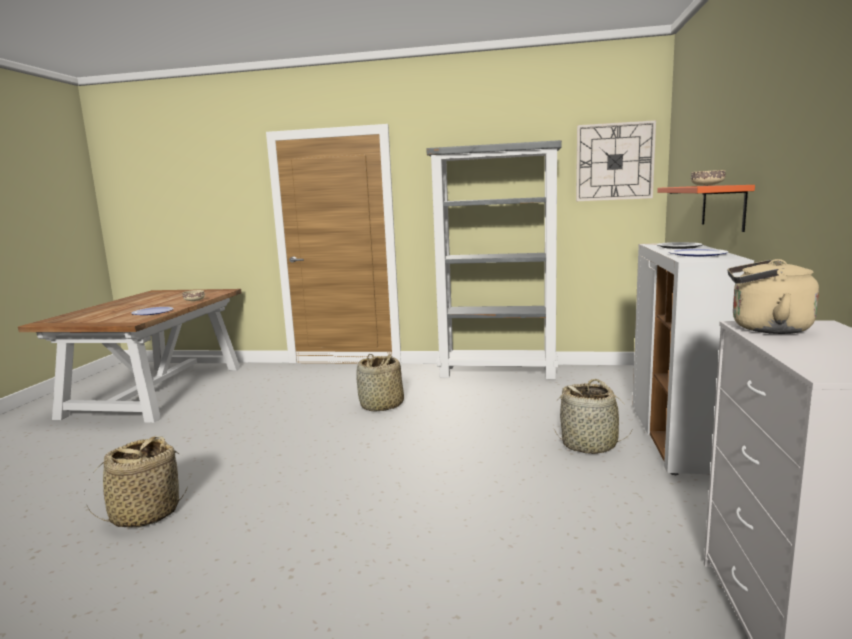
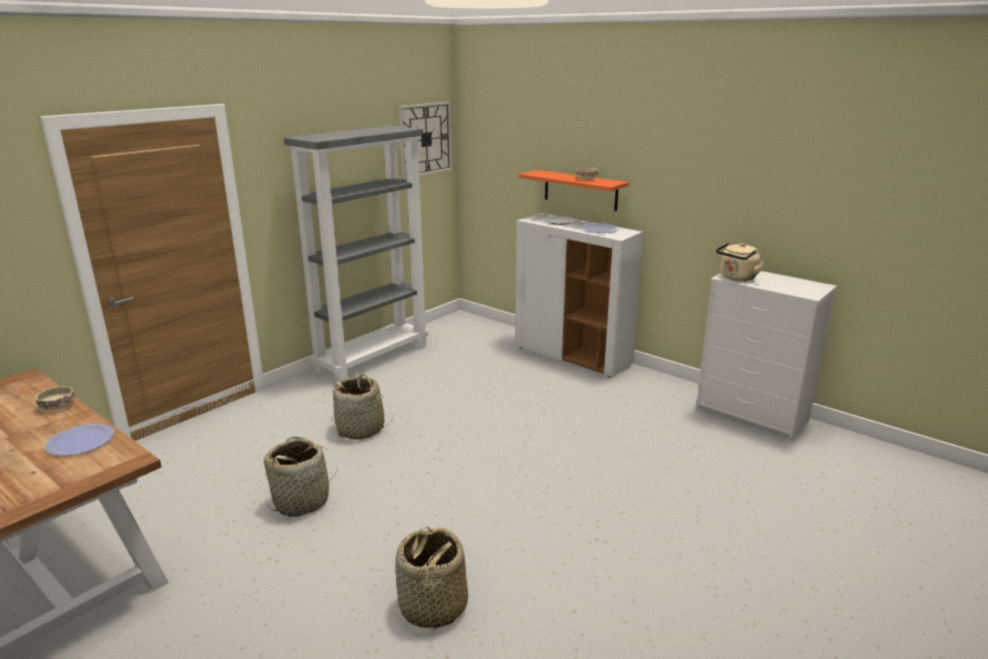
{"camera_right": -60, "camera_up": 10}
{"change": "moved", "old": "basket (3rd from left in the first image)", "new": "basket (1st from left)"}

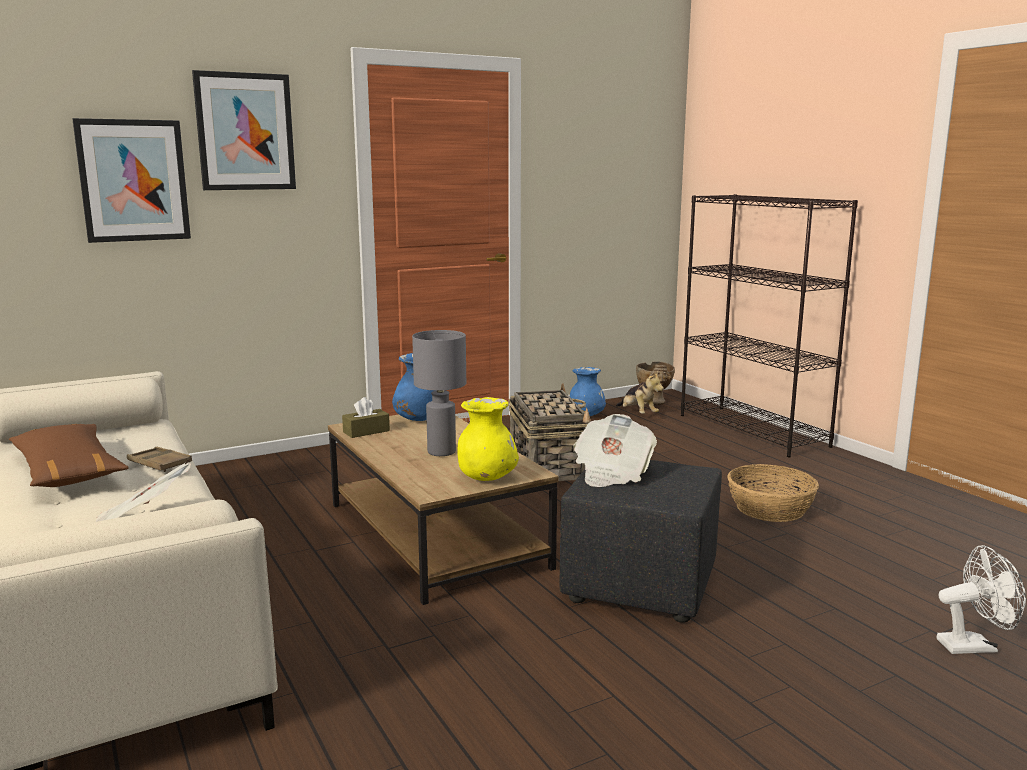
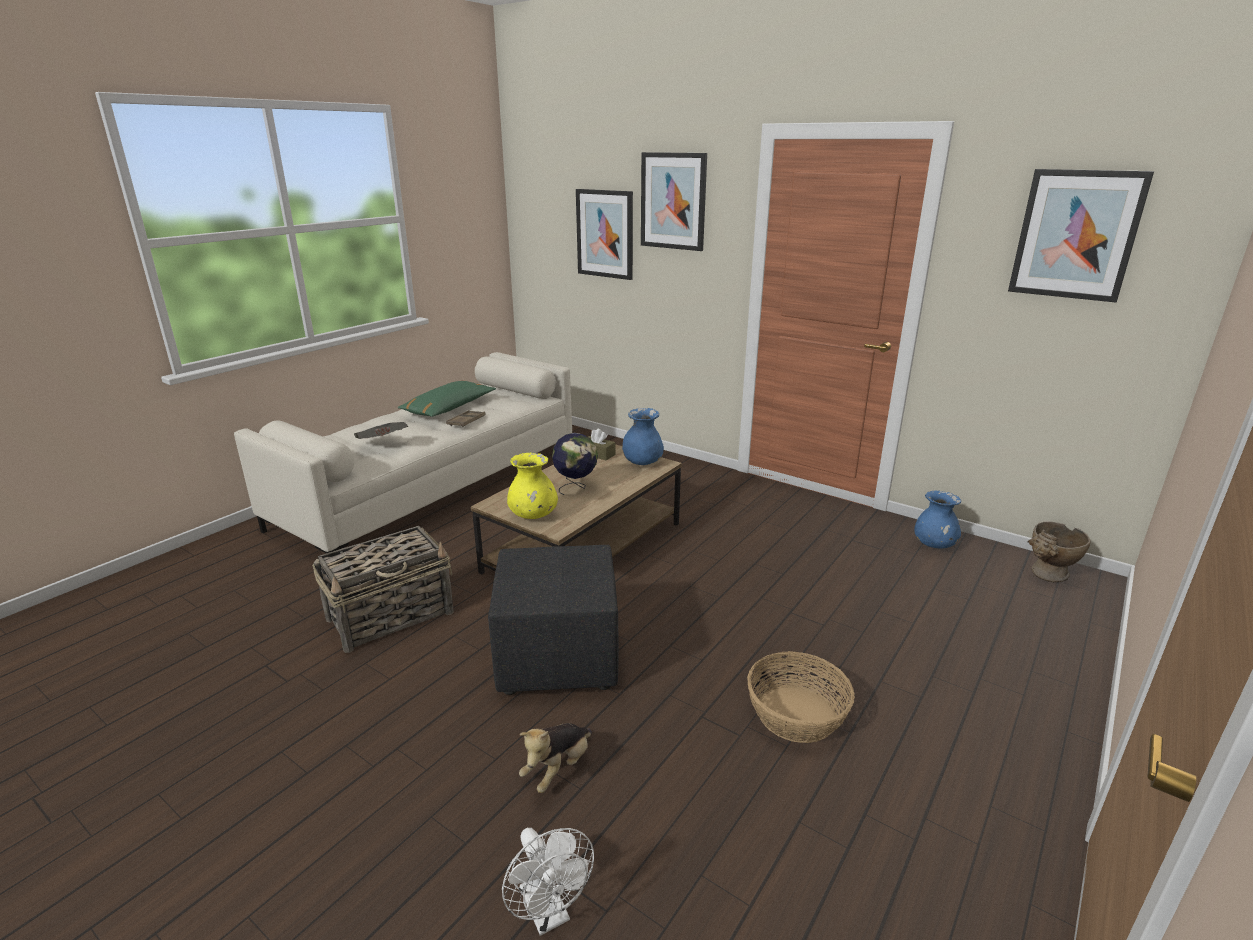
{"camera_right": 65, "camera_up": 10}
{"change": "removed", "old": "bookshelf (black-coloured)"}
{"change": "replaced", "old": "tabletop lamp (greyish)", "new": "world globe"}
{"change": "moved", "old": "plush toy"}
{"change": "moved", "old": "basket (1st from left)"}
{"change": "removed", "old": "printed paper (2nd from left)"}
{"change": "recoloured", "old": "throw pillow (brown)", "new": "throw pillow (green)"}
{"change": "added", "new": "picture (3rd from left)"}

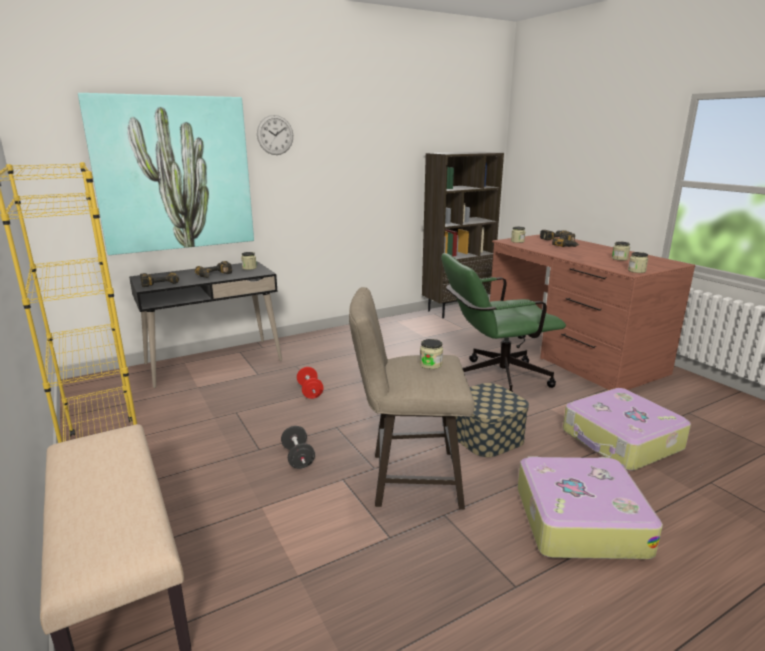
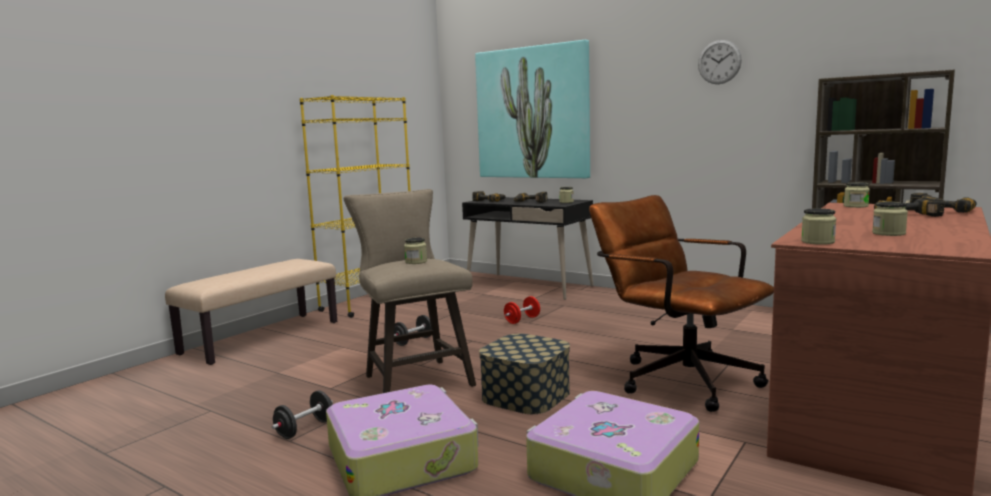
{"camera_right": 65, "camera_up": -10}
{"change": "moved", "old": "wall clock"}
{"change": "recoloured", "old": "computer chair (green)", "new": "computer chair (brown)"}
{"change": "added", "new": "free weight (black-coloured) (1st from left)"}

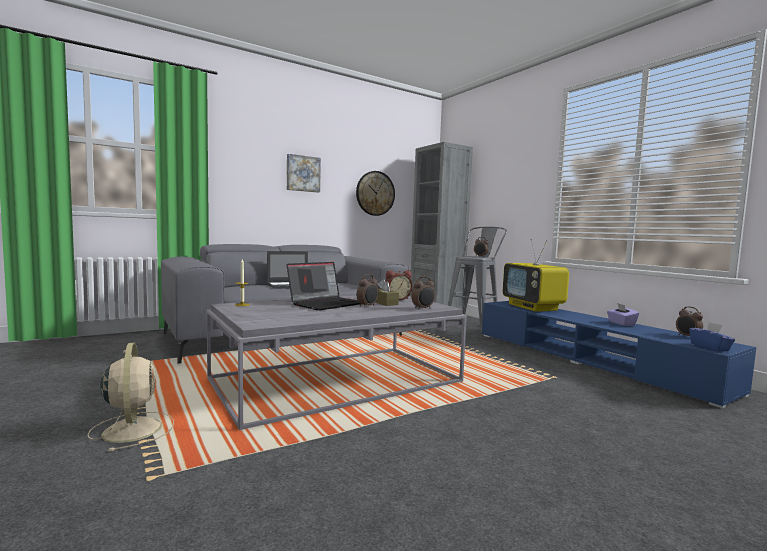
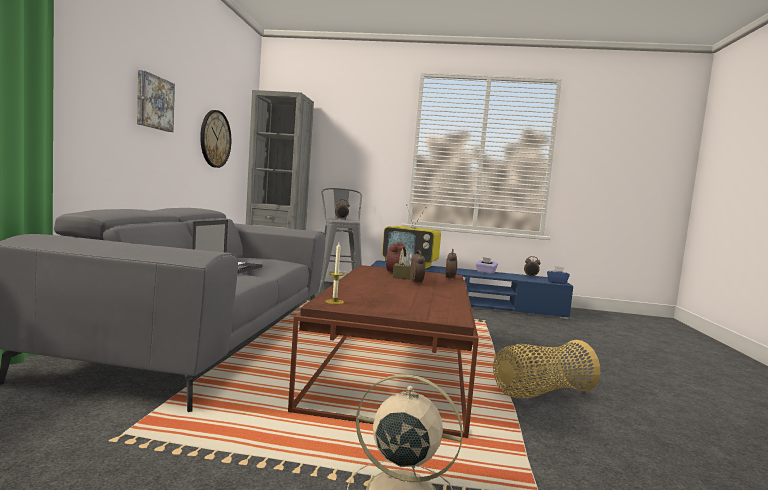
{"camera_right": -50, "camera_up": 0}
{"change": "removed", "old": "laptop (2nd from left)"}
{"change": "recoloured", "old": "coffee table (greyish)", "new": "coffee table (brown)"}
{"change": "added", "new": "basket"}

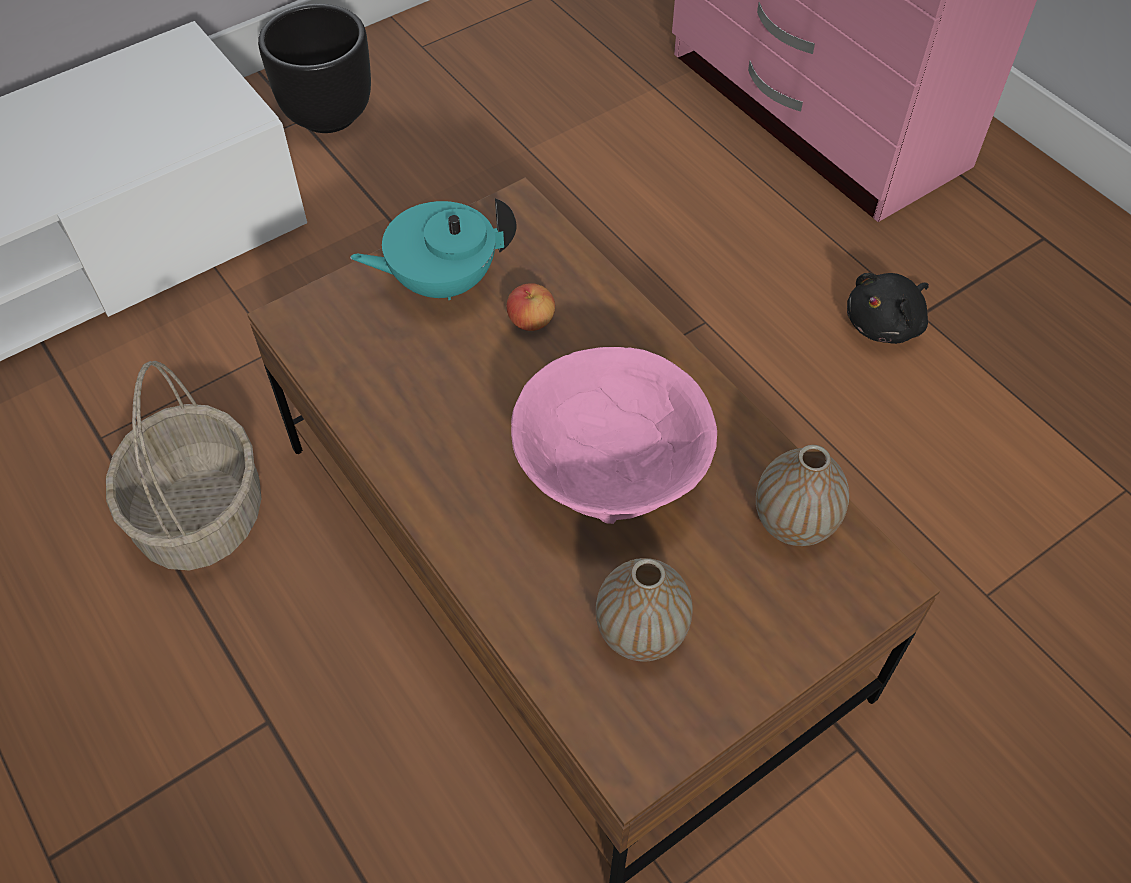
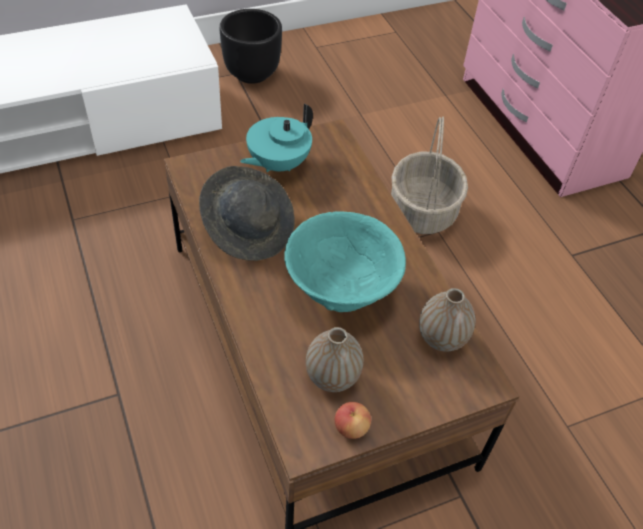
{"camera_right": 10, "camera_up": -5}
{"change": "turned", "old": "teapot (turquoise)", "degrees": -45}
{"change": "removed", "old": "plush toy (black-coloured)"}
{"change": "moved", "old": "apple"}
{"change": "recoloured", "old": "deep dish (pink-coloured)", "new": "deep dish (turquoise)"}
{"change": "moved", "old": "basket"}
{"change": "added", "new": "clothing hat (greyish)"}

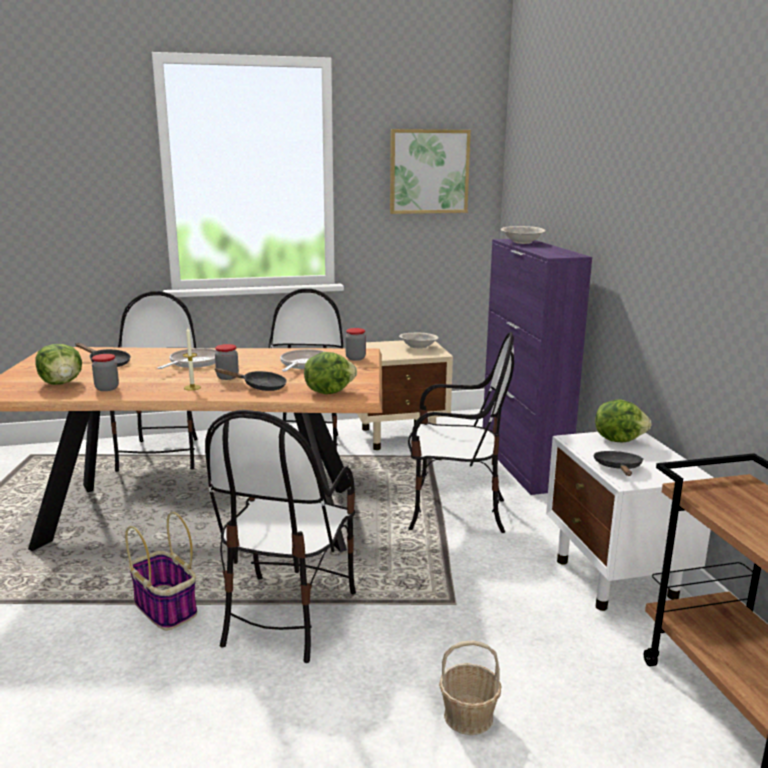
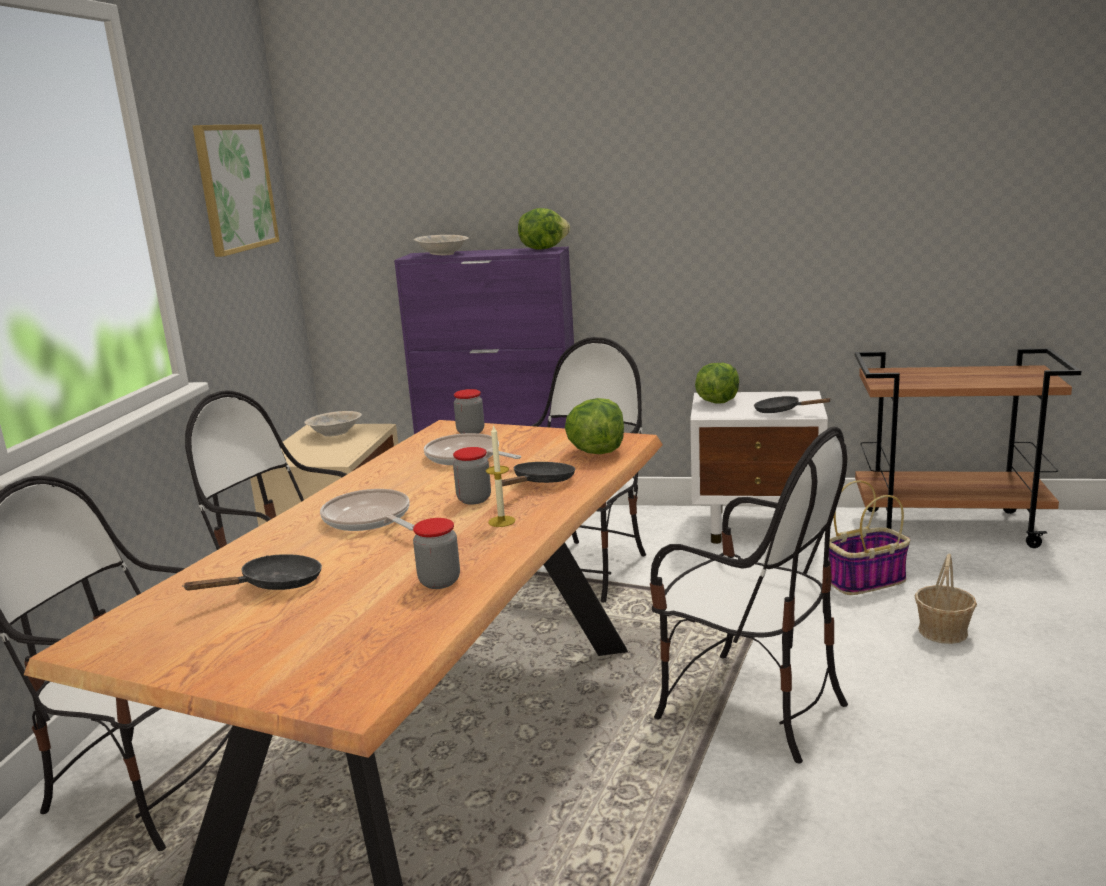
{"camera_right": -65, "camera_up": 0}
{"change": "moved", "old": "lettuce head (1st from left)"}
{"change": "moved", "old": "basket (1st from left)"}

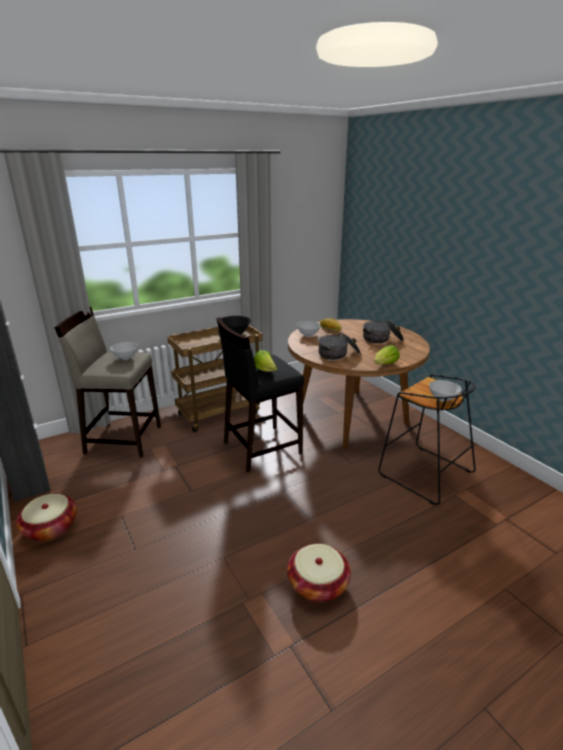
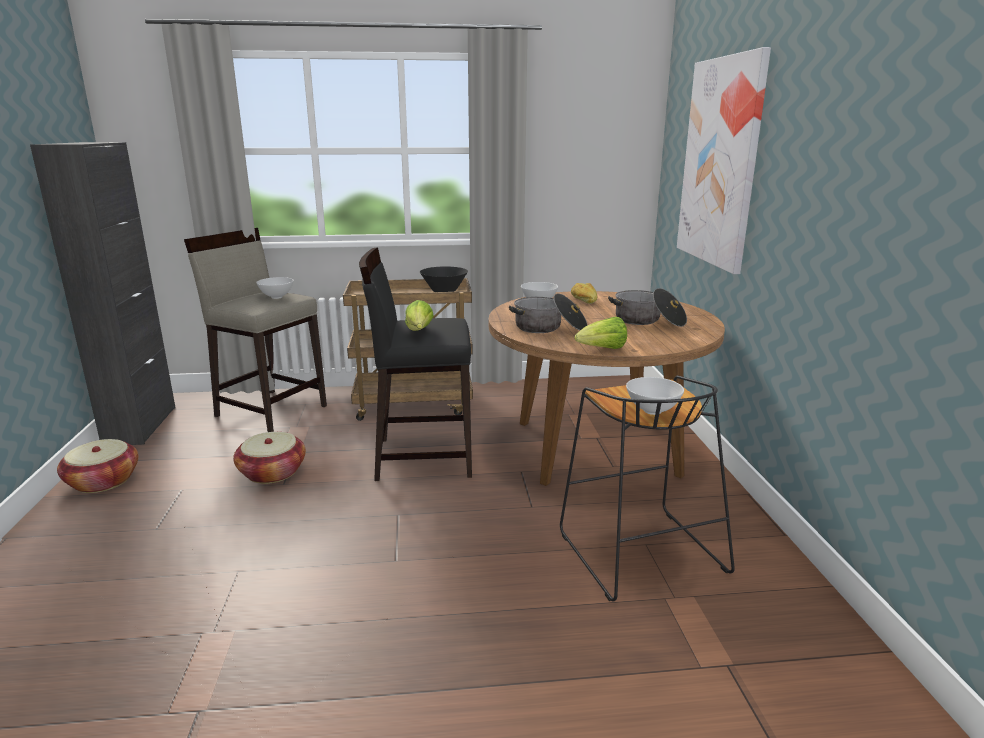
{"camera_right": 25, "camera_up": -5}
{"change": "moved", "old": "basket (2nd from left)"}
{"change": "added", "new": "picture"}

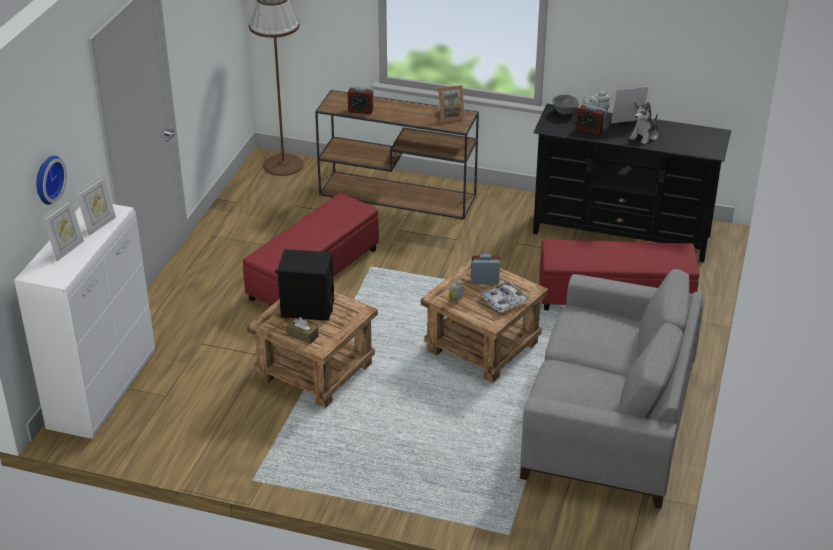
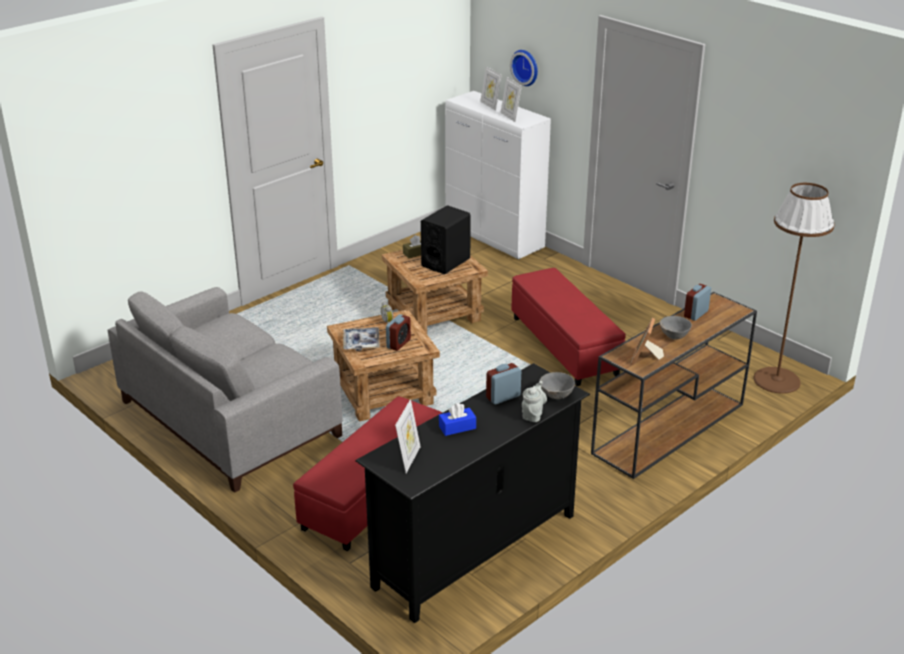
{"camera_right": 120, "camera_up": -5}
{"change": "moved", "old": "standing frame (4th from left in the first image)", "new": "standing frame (1st from left)"}
{"change": "replaced", "old": "plush toy", "new": "tissue holder (blue)"}
{"change": "added", "new": "deep dish (greyish) (2nd from left)"}

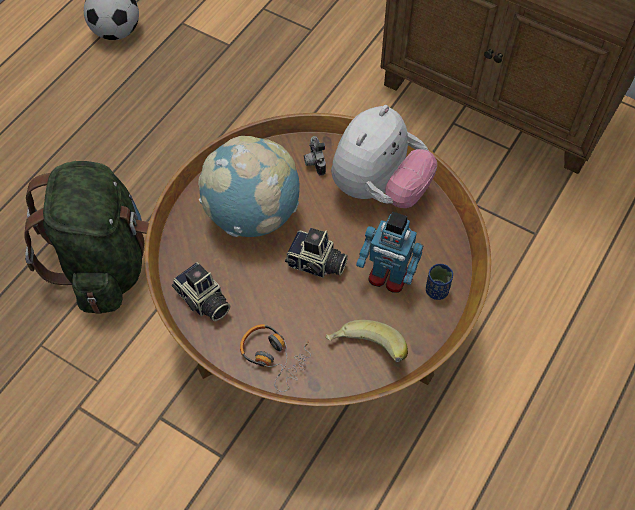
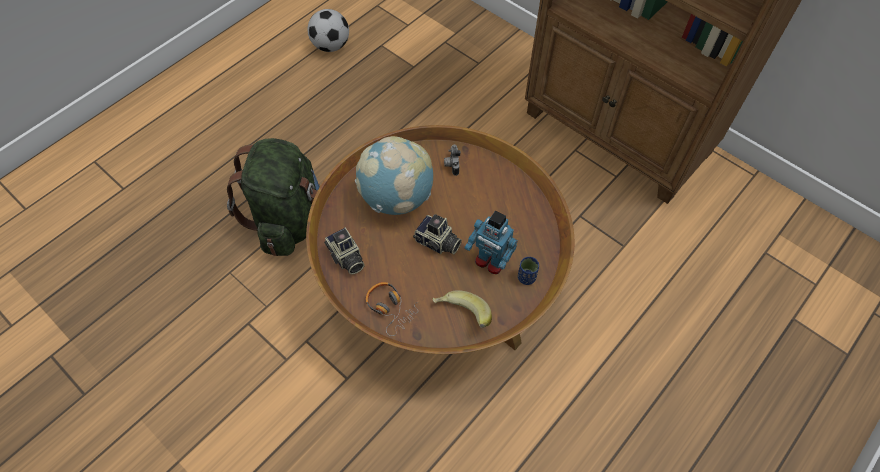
{"camera_right": 10, "camera_up": 0}
{"change": "removed", "old": "plush toy"}

